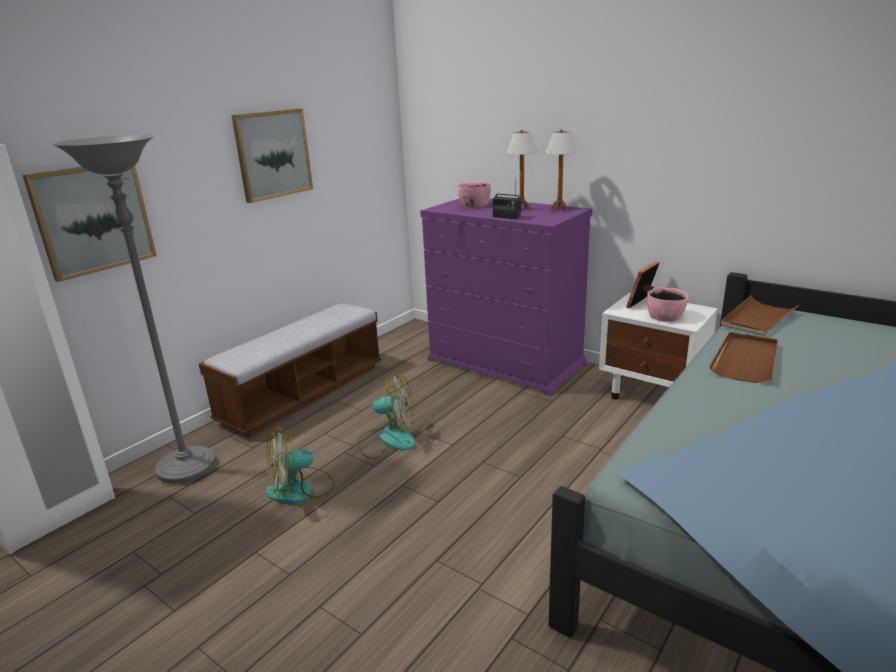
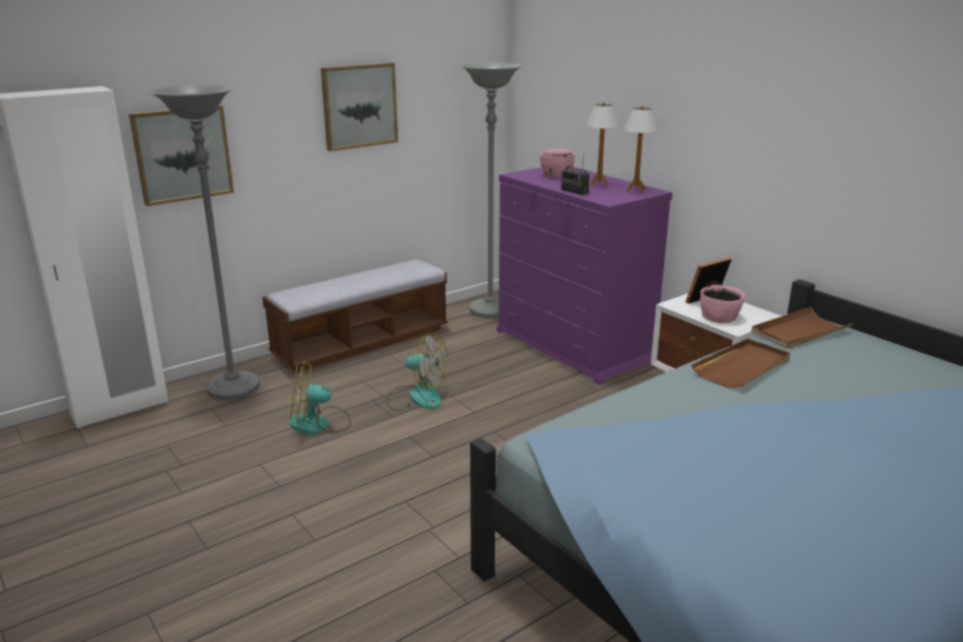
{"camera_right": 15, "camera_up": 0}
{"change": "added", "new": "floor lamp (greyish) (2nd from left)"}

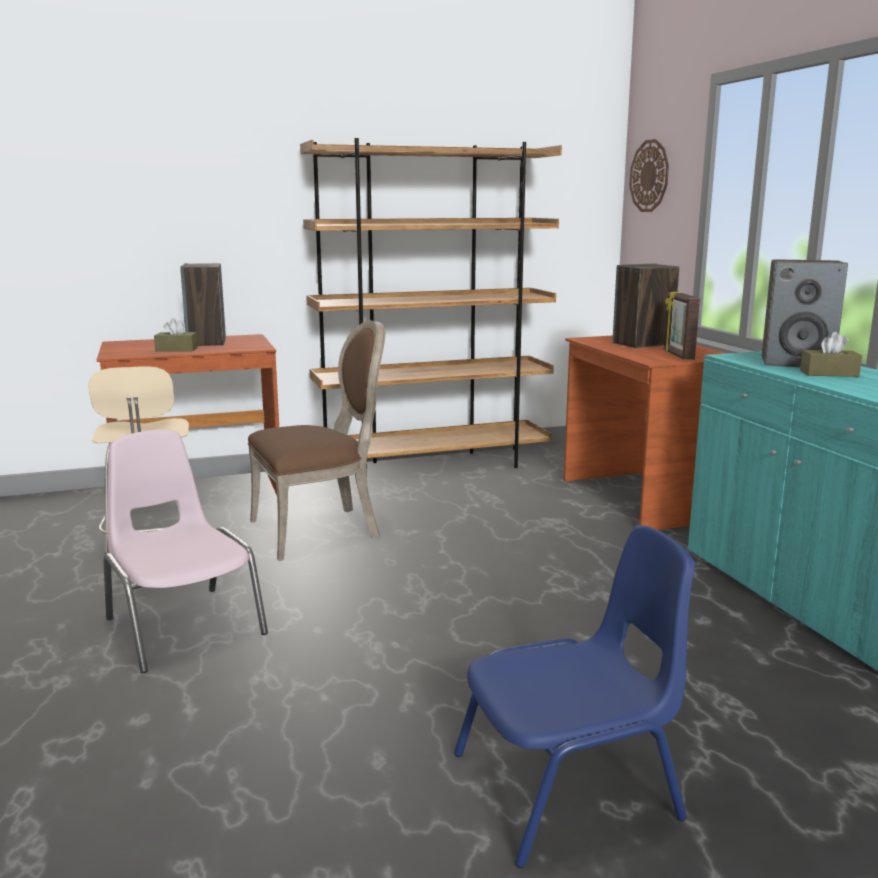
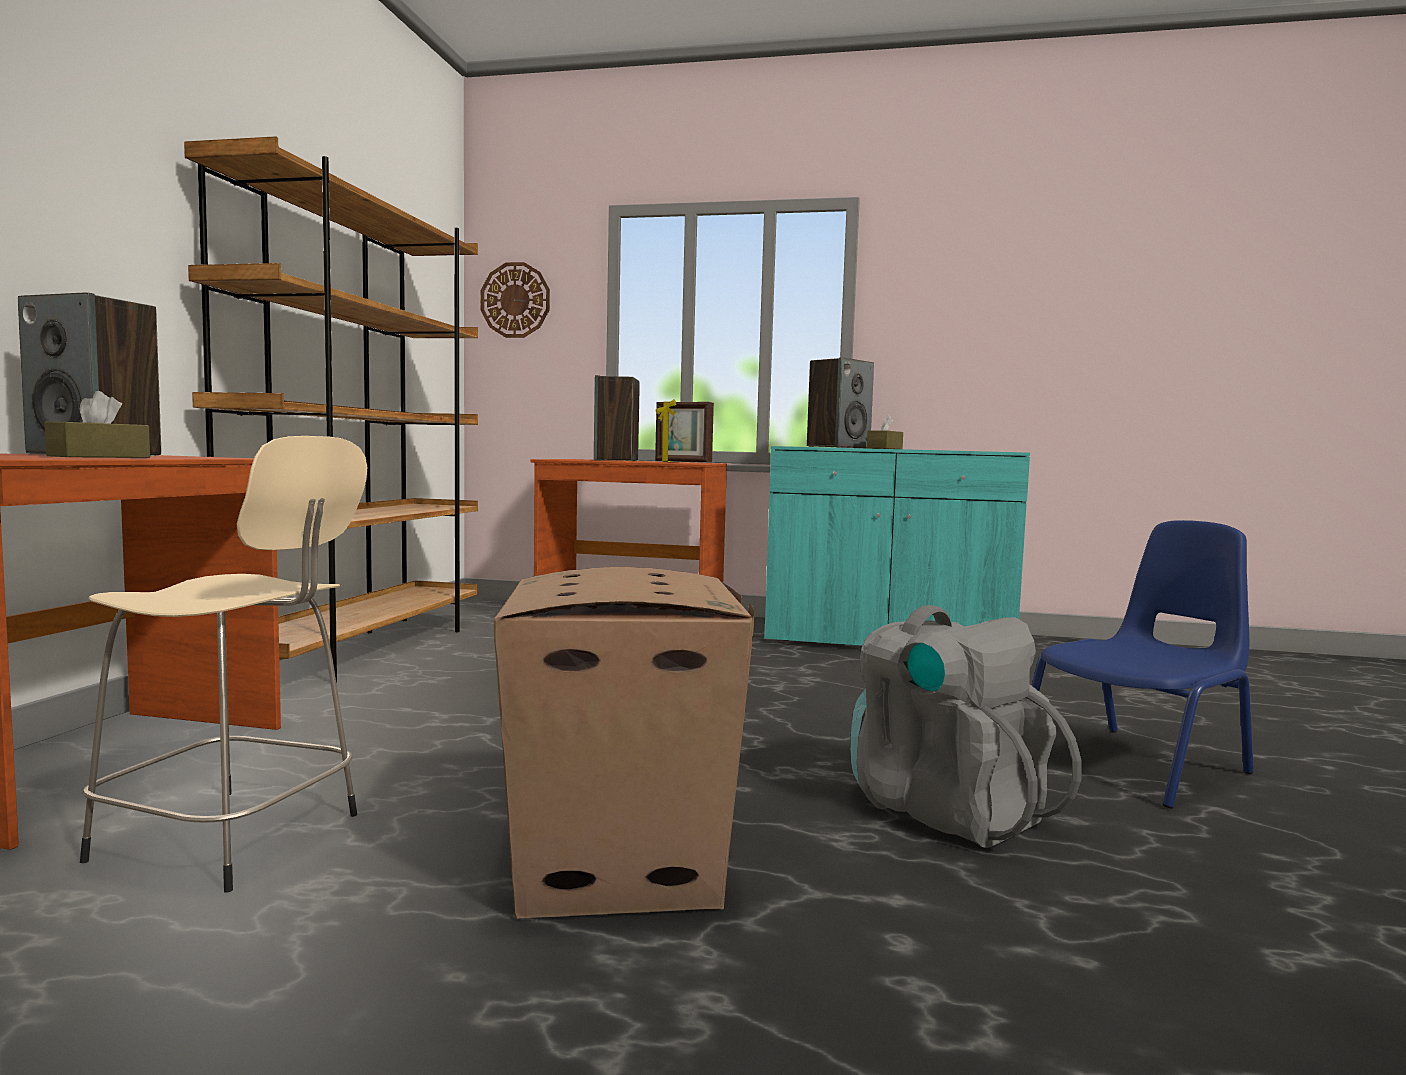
{"camera_right": -60, "camera_up": -10}
{"change": "removed", "old": "chair (brown)"}
{"change": "replaced", "old": "chair (pink-coloured)", "new": "packing box"}
{"change": "turned", "old": "chair (blue)", "degrees": 45}
{"change": "added", "new": "rucksack (greyish)"}

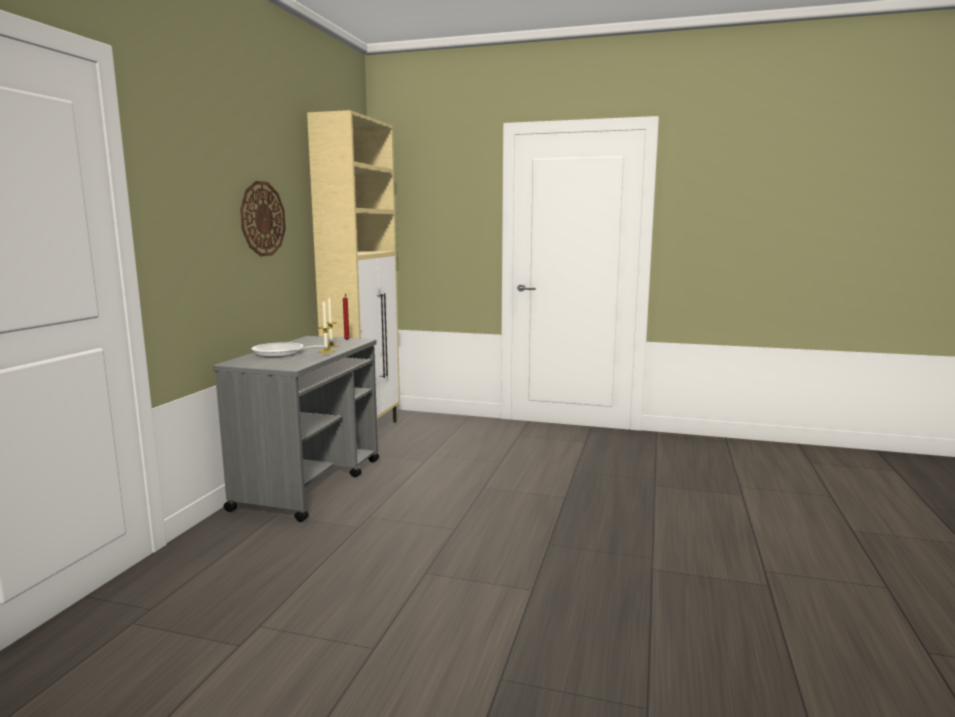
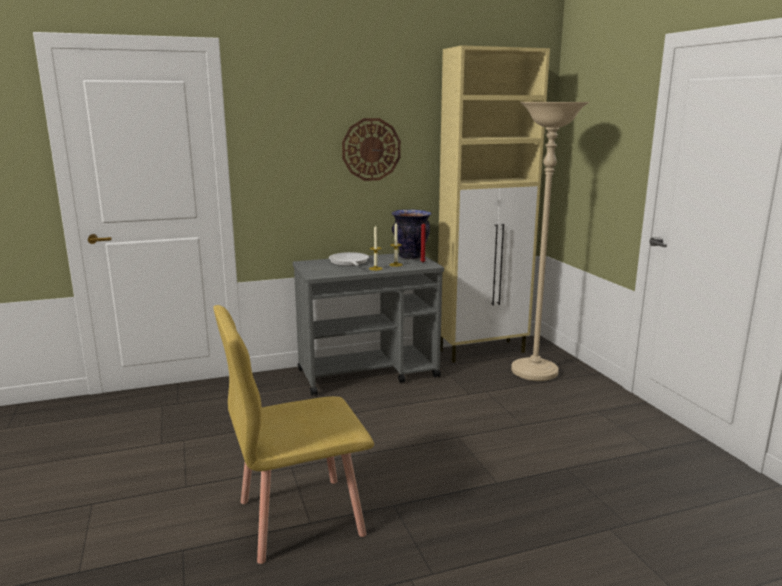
{"camera_right": 55, "camera_up": 5}
{"change": "added", "new": "floor lamp (beige-coloured)"}
{"change": "added", "new": "vase"}
{"change": "added", "new": "chair (yellow)"}

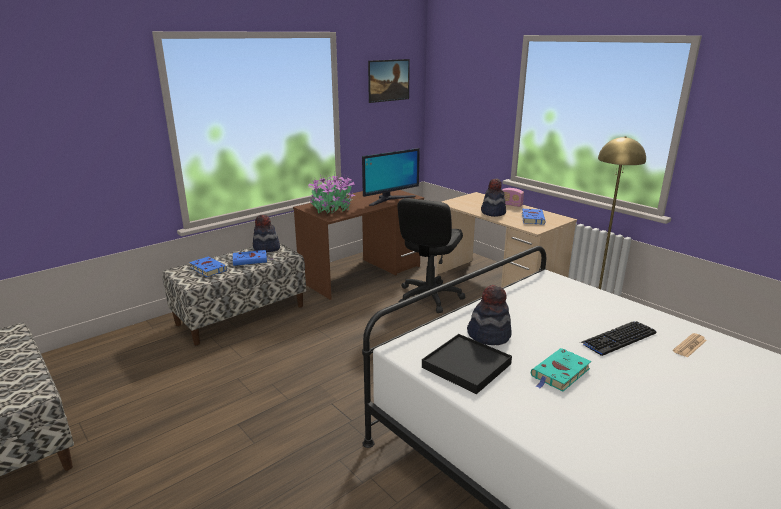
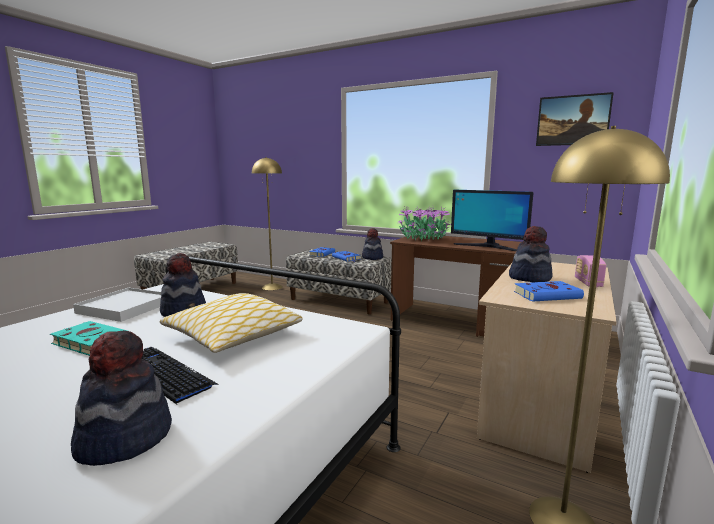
{"camera_right": 70, "camera_up": -10}
{"change": "removed", "old": "computer chair (black-coloured)"}
{"change": "replaced", "old": "printed paper", "new": "clothing hat (1st from left)"}
{"change": "recoloured", "old": "carrying tray (black-coloured)", "new": "carrying tray (white-coloured)"}
{"change": "added", "new": "floor lamp (yellow) (1st from left)"}
{"change": "added", "new": "throw pillow"}

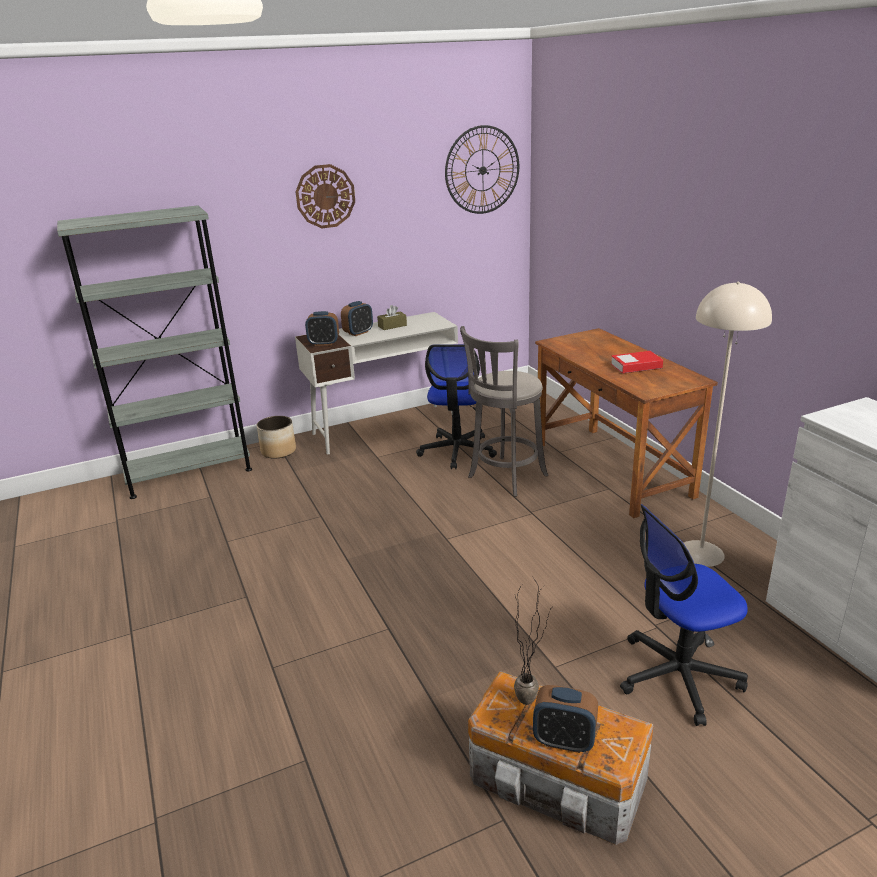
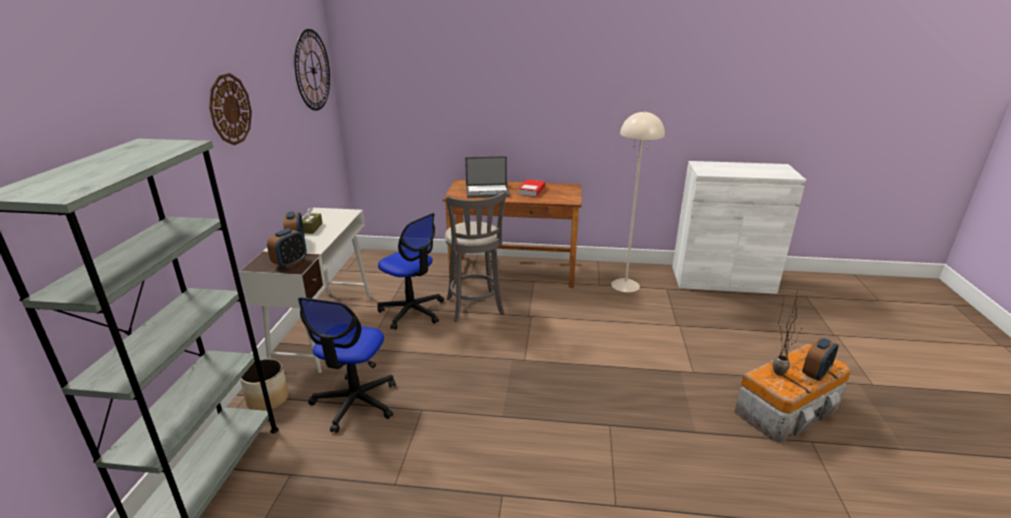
{"camera_right": -60, "camera_up": 0}
{"change": "moved", "old": "computer chair (2nd from left in the first image)", "new": "computer chair (1st from left)"}
{"change": "added", "new": "laptop"}

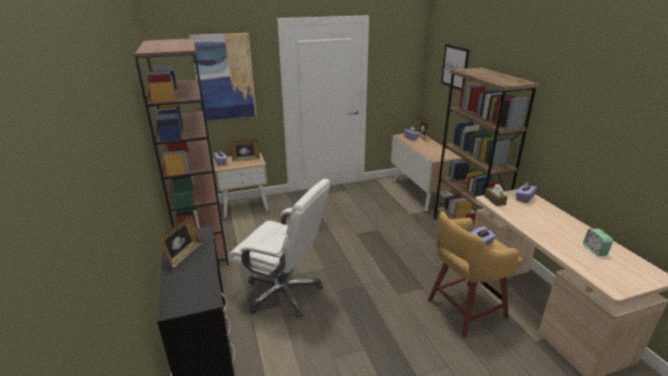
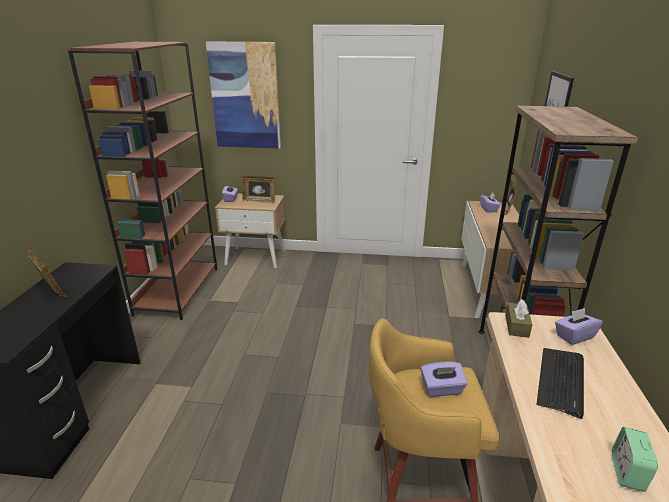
{"camera_right": 25, "camera_up": 0}
{"change": "removed", "old": "computer chair (white-coloured)"}
{"change": "turned", "old": "standing frame (1st from left)", "degrees": -90}
{"change": "added", "new": "computer keyboard"}

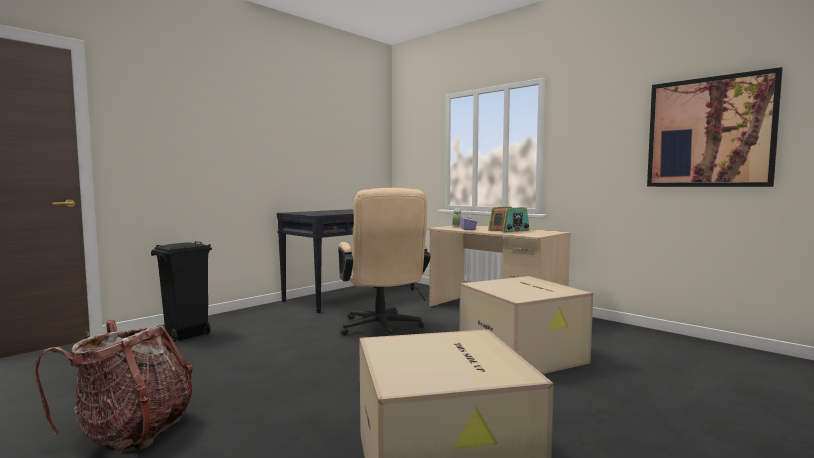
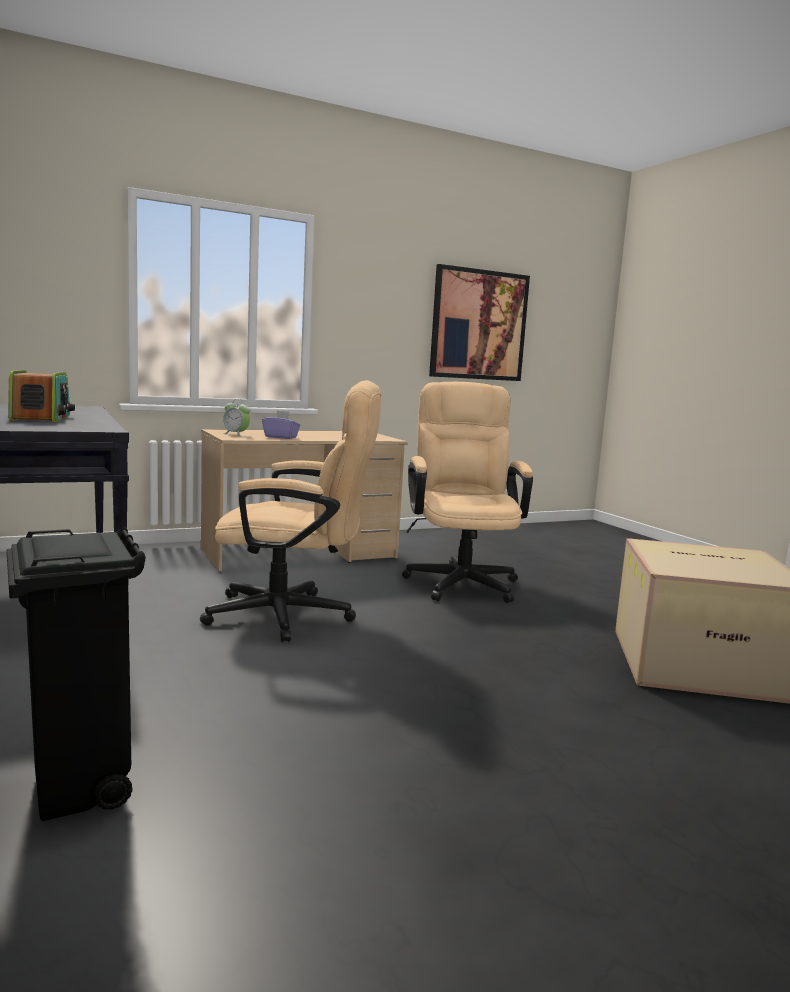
{"camera_right": -70, "camera_up": 5}
{"change": "moved", "old": "radio receiver"}
{"change": "replaced", "old": "packing box (2nd from left)", "new": "computer chair (beige-coloured) (2nd from left)"}
{"change": "removed", "old": "rucksack"}

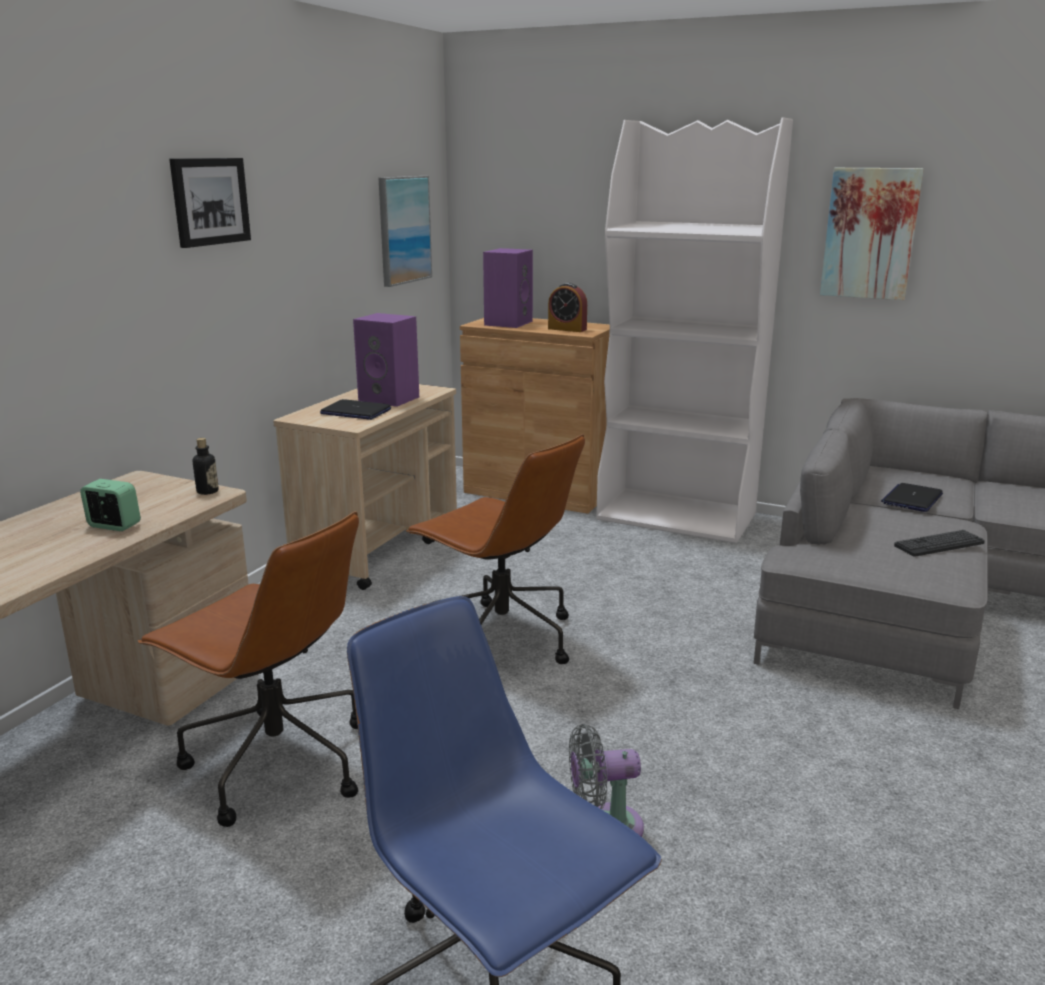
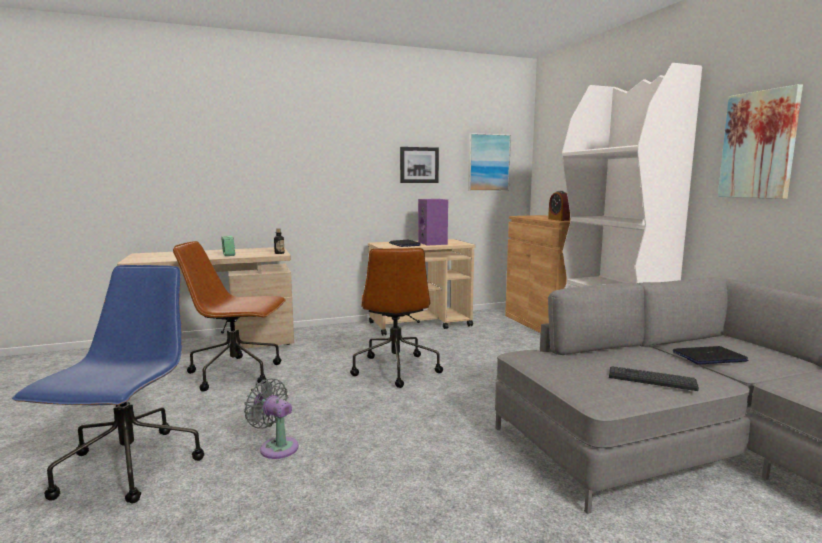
{"camera_right": 45, "camera_up": -10}
{"change": "moved", "old": "picture (1st from left)"}
{"change": "removed", "old": "speaker (purple-coloured) (2nd from left)"}
{"change": "turned", "old": "computer chair (brown) (1st from left)", "degrees": 105}

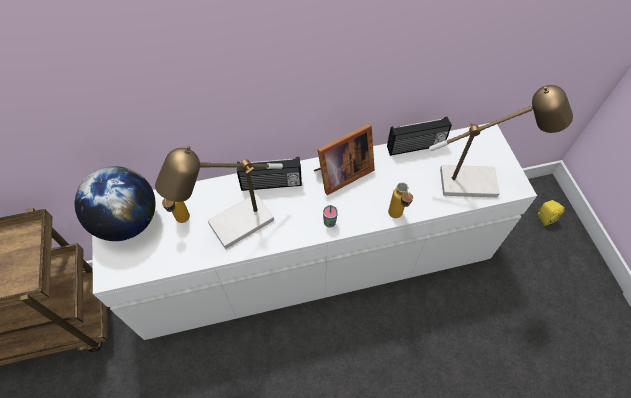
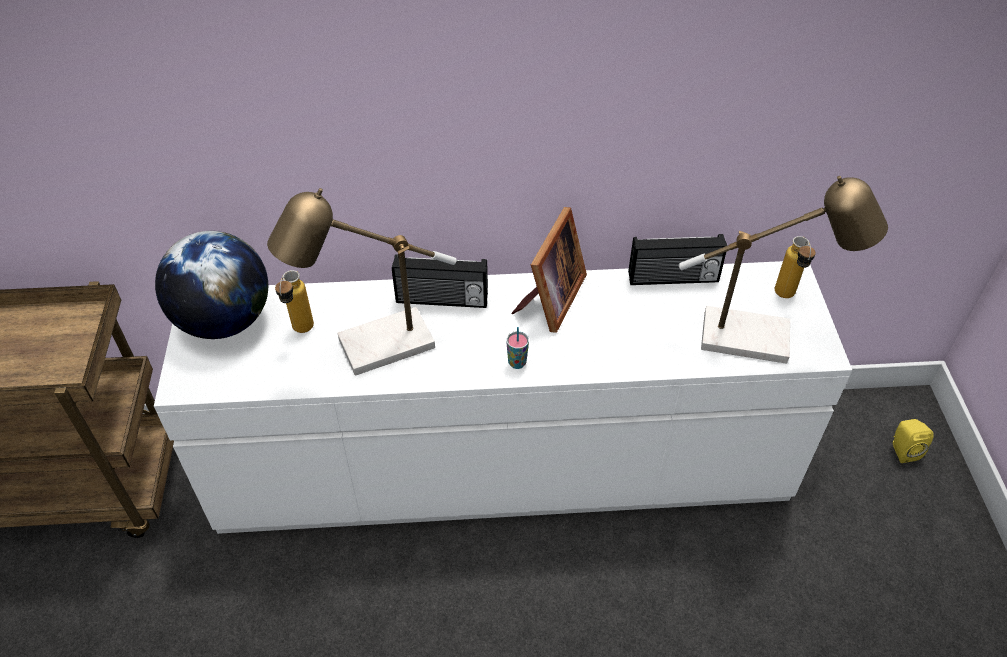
{"camera_right": 10, "camera_up": -10}
{"change": "turned", "old": "standing frame", "degrees": -45}
{"change": "moved", "old": "beverage bottle (2nd from left)"}

